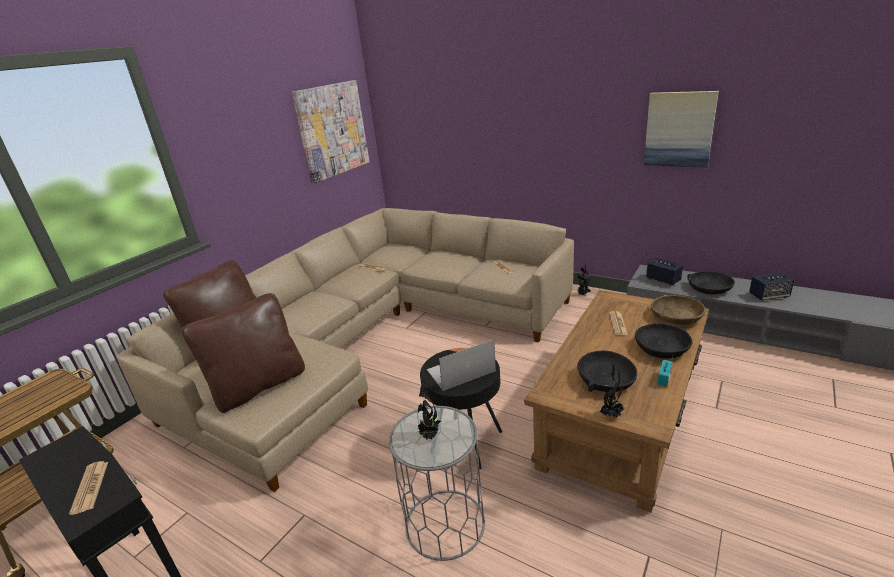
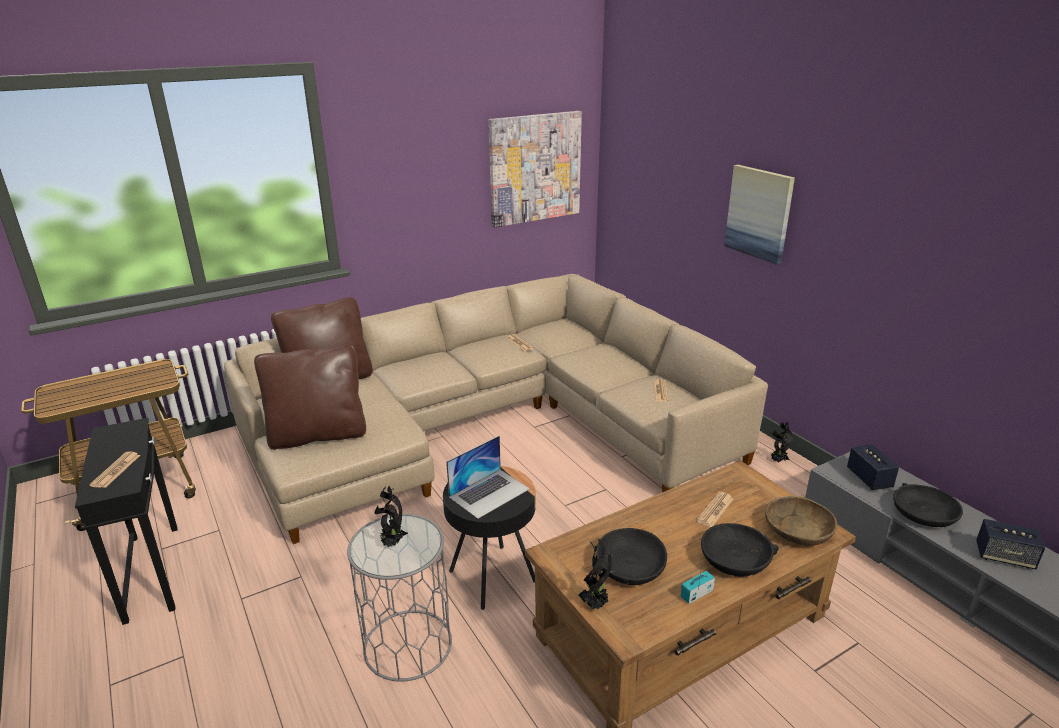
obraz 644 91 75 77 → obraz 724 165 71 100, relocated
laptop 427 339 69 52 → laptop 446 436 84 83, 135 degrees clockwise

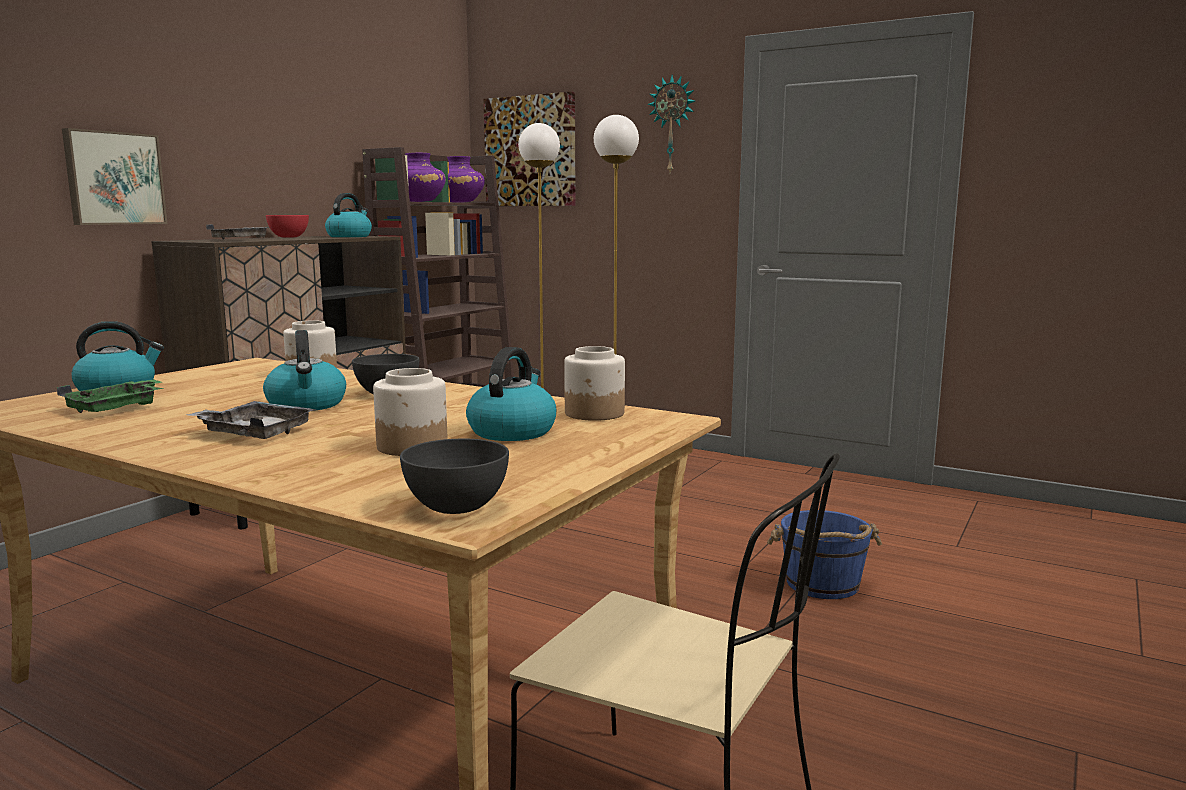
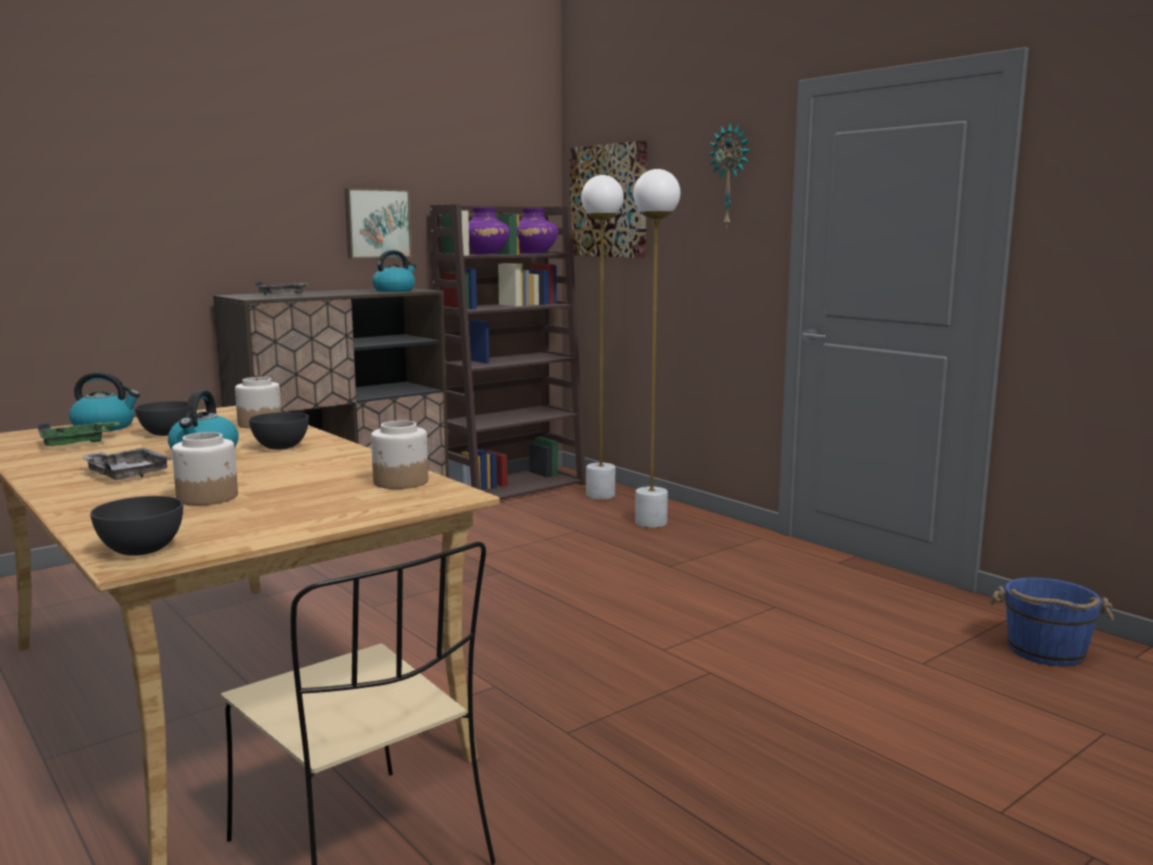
obraz 62 128 105 97 → obraz 344 188 68 71, relocated
miska/czerwony 266 215 43 23 → -
czajnik 466 347 91 94 → -
wiadro/niebieski 767 510 115 89 → wiadro/niebieski 989 577 125 89, relocated
- → miska/szary 135 401 53 35

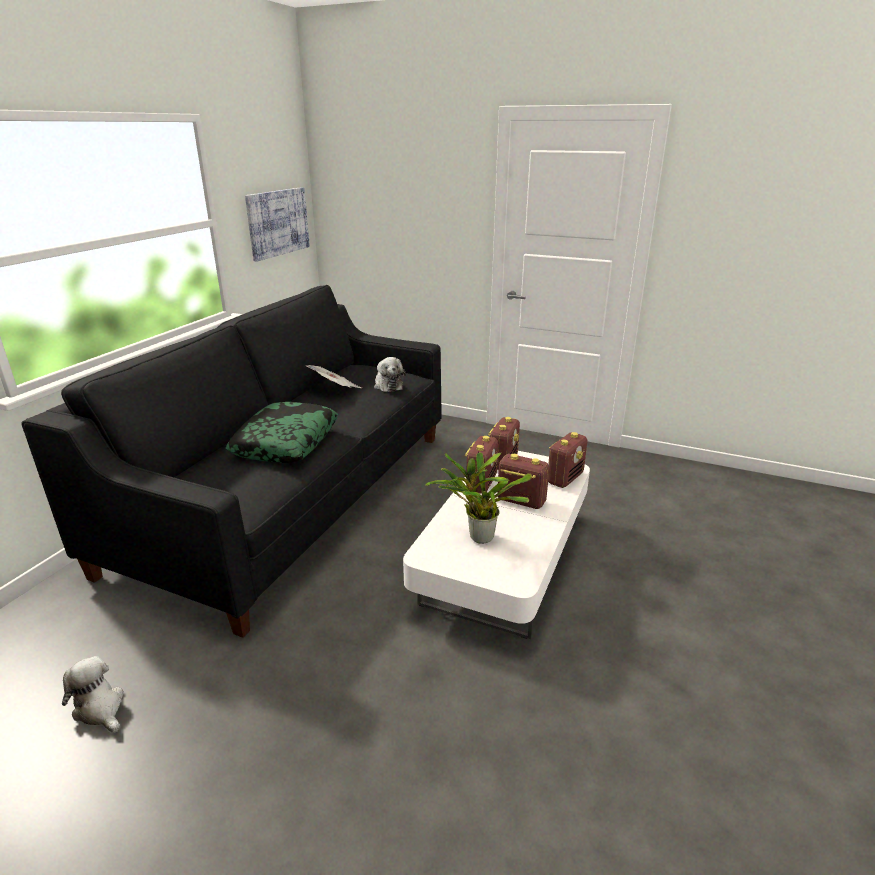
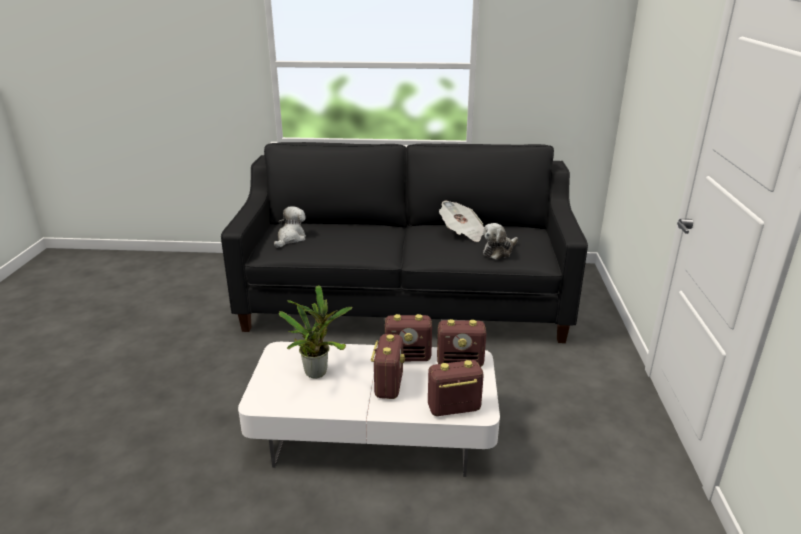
obraz 245 187 65 75 → -
poduszka 226 402 112 61 → -
radio 548 432 39 56 → radio 428 360 56 56, 150 degrees clockwise
pluszak 62 656 62 77 → pluszak 274 206 32 42, relocated

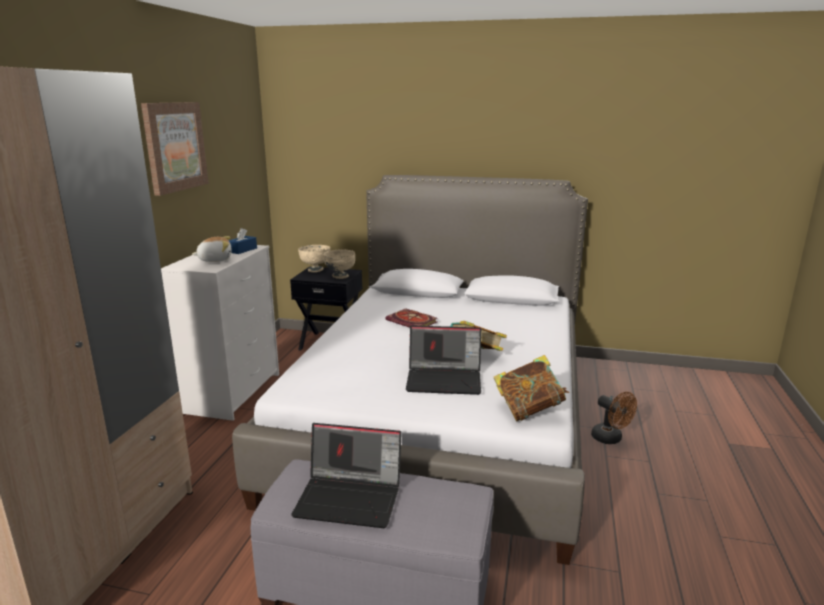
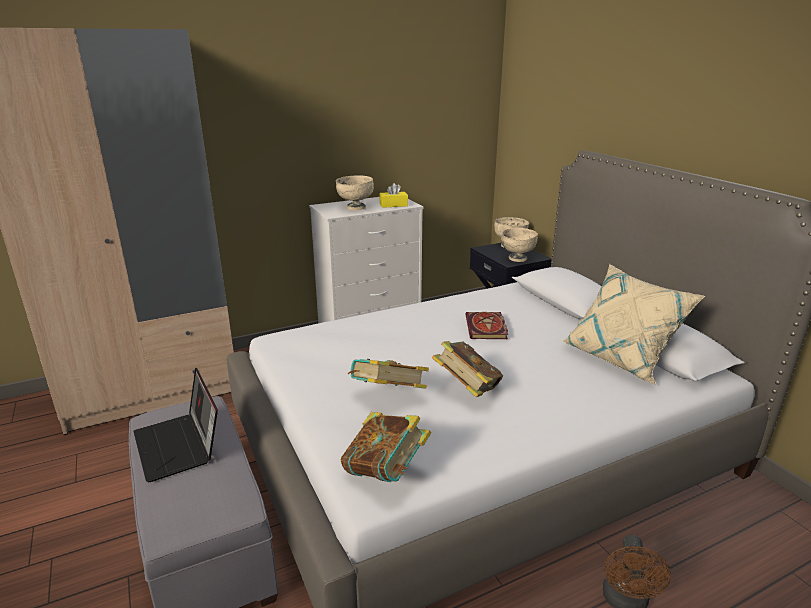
obraz 141 102 68 94 → -
pudełko chusteczek/niebieski 229 228 28 26 → pudełko chusteczek/żółty 379 183 29 25
pluszak 192 236 40 26 → miska/beżowy 336 175 38 35
laptop 406 325 75 70 → książka 348 359 81 30
- → poduszka/beżowy 562 264 143 121

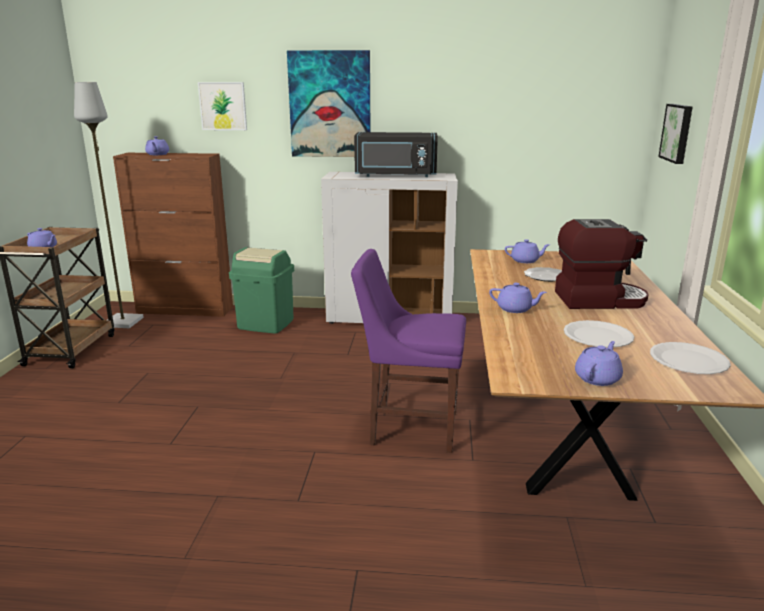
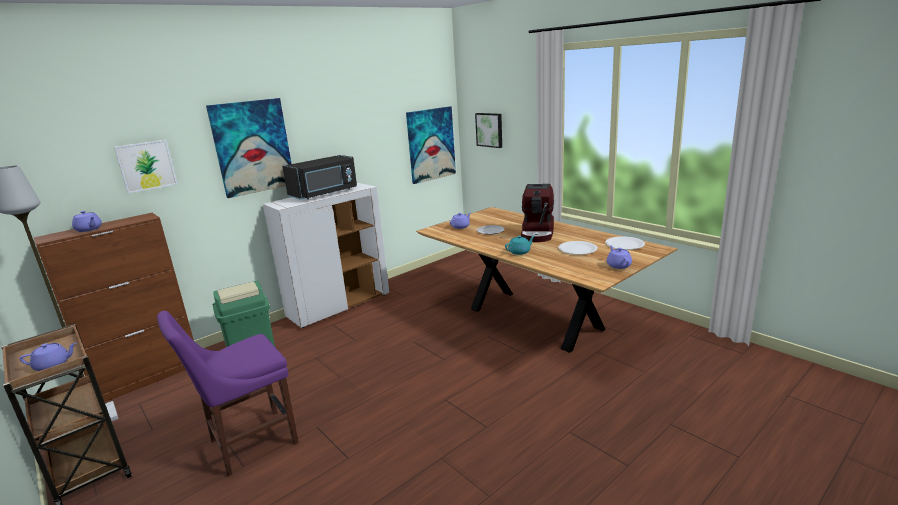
ekspres do kawy 555 219 93 90 → ekspres do kawy 521 184 33 58, 150 degrees clockwise
krzesło/fioletowy 351 249 115 204 → krzesło/fioletowy 157 311 142 165, relocated
imbryk/fioletowy 489 283 58 30 → imbryk/turkusowy 505 236 30 19
- → obraz 406 106 50 78

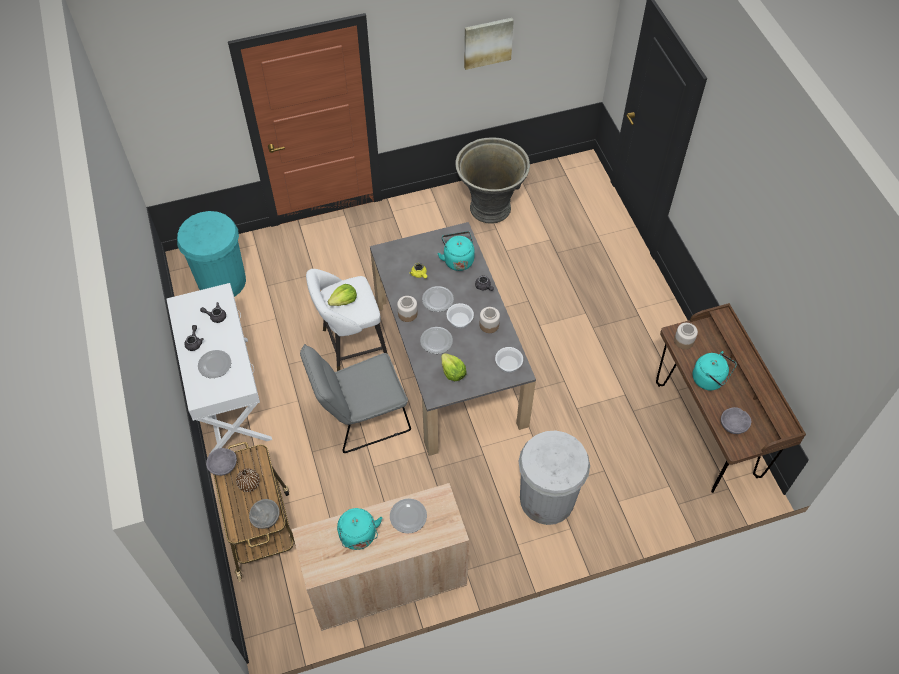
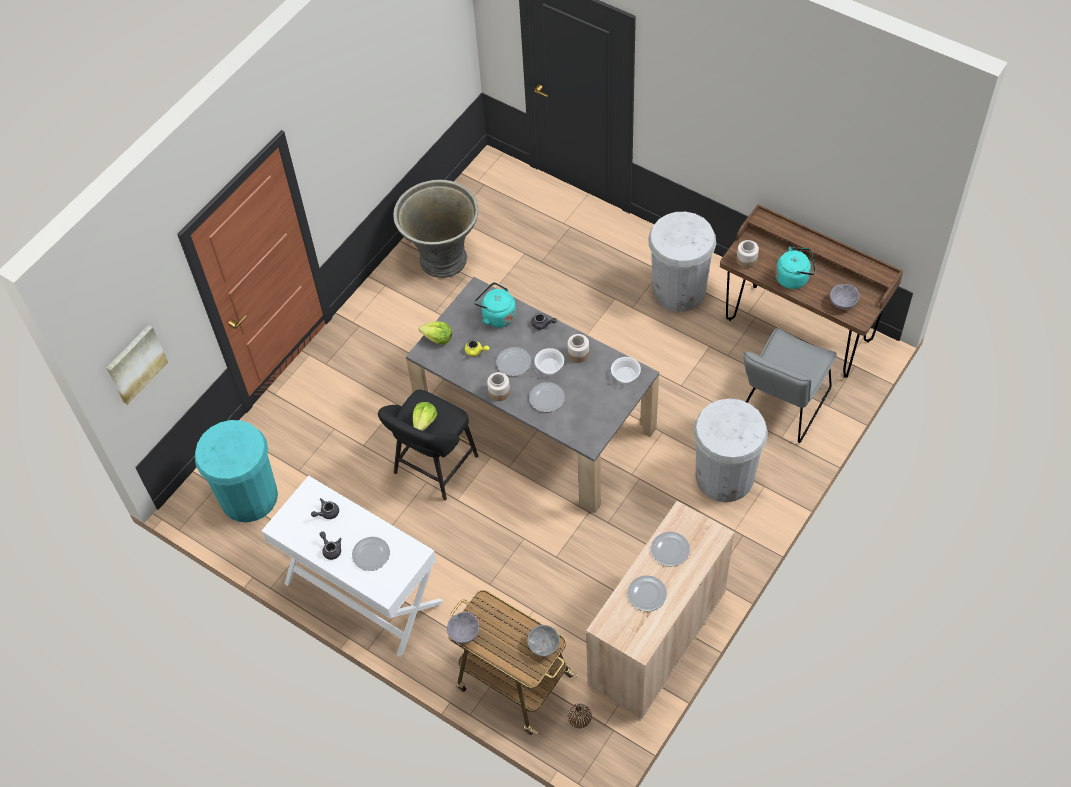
obraz 464 18 50 52 → obraz 107 325 61 80, relocated
stołek/biały 306 269 82 102 → stołek/czarny 378 389 100 112
krzesło/szary 300 344 111 109 → krzesło/szary 743 328 94 115, relocated
sałata 441 353 26 28 → sałata 419 321 33 24, relocated
wazon/brązowy 236 468 24 24 → wazon/brązowy 568 703 24 25, relocated
czajnik/turkusowy 337 508 45 42 → talerz 627 575 40 37
- → kosz na śmieci/biały 648 212 68 100

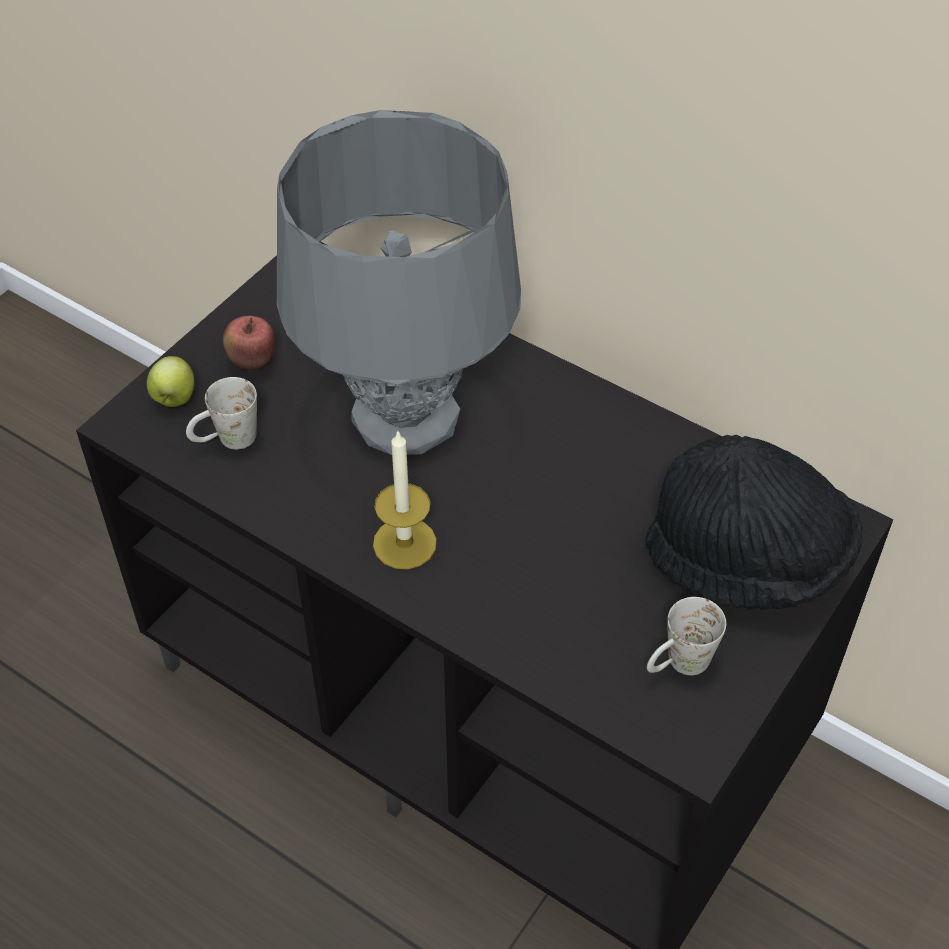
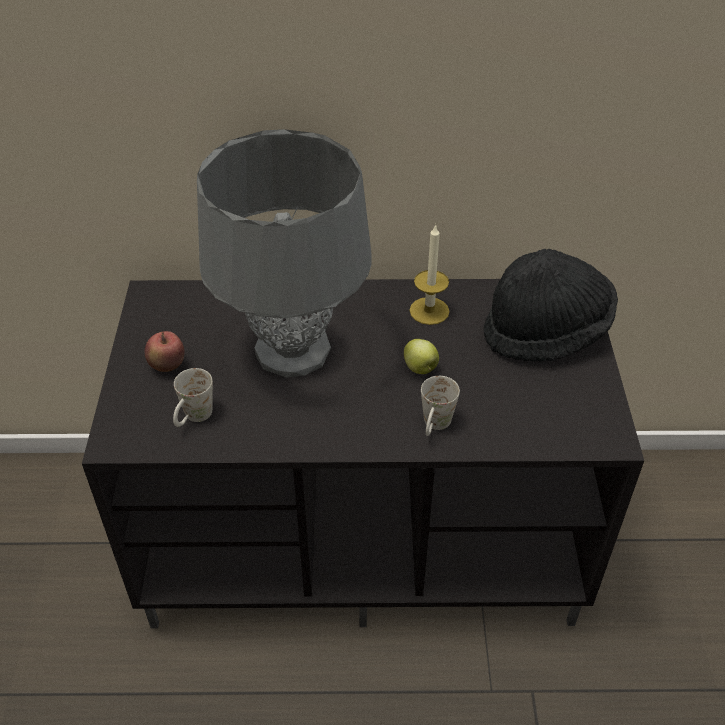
jabłko 147 356 47 51 → jabłko 404 339 35 35, relocated
świeca 373 432 64 137 → świeca 409 224 41 101, relocated
kubek/biały 647 597 79 78 → kubek/biały 421 376 39 60, relocated

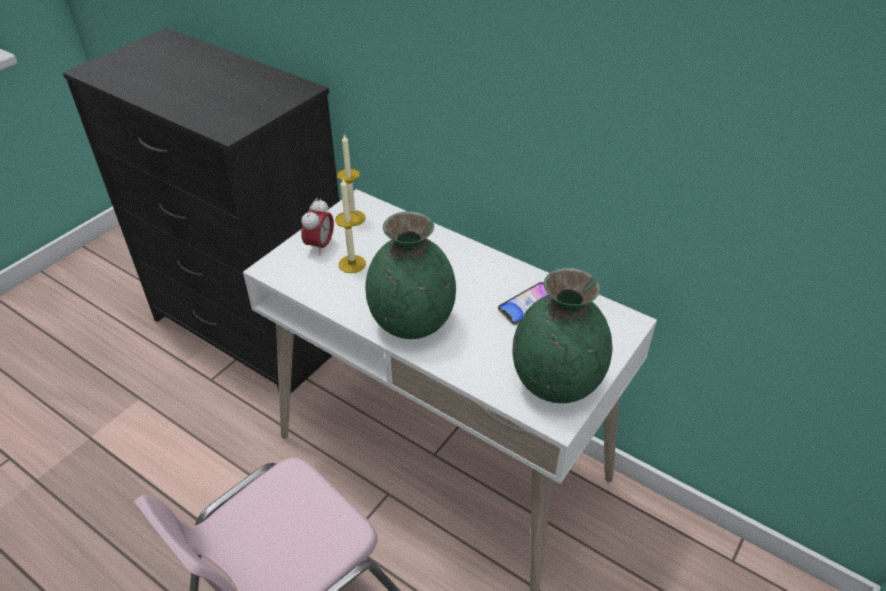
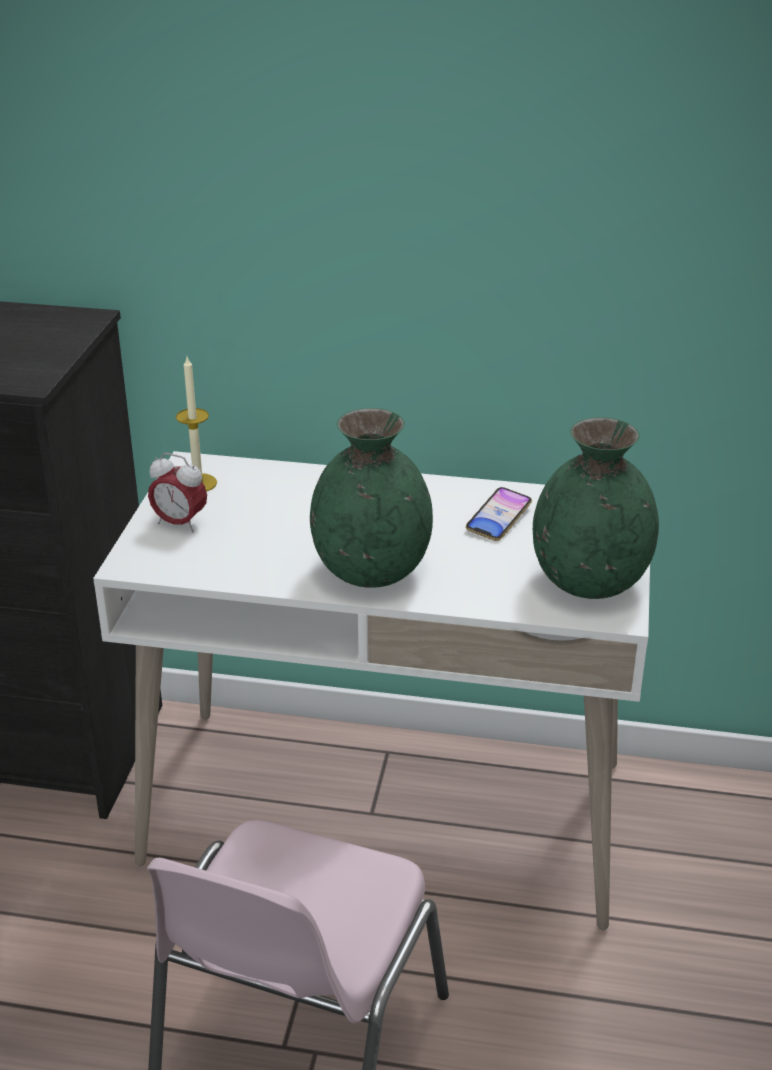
świeca 335 178 31 95 → -
budzik 301 198 33 58 → budzik 148 453 59 79, 120 degrees clockwise

